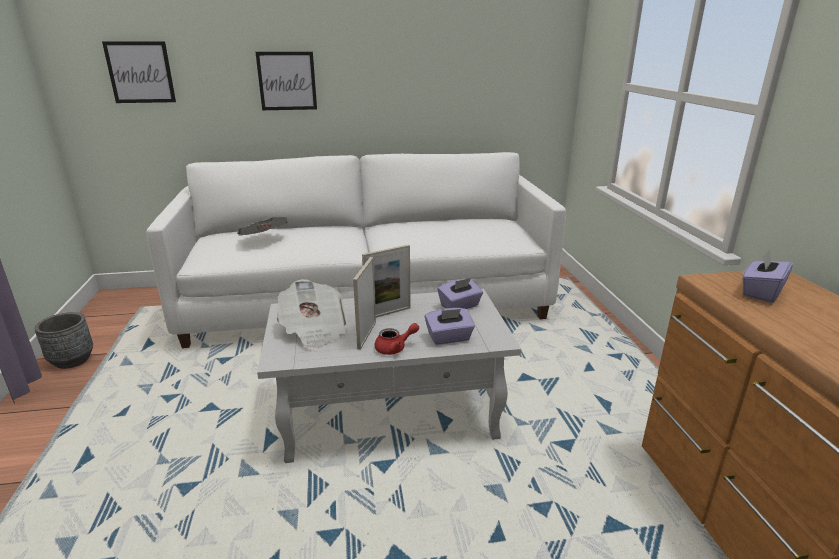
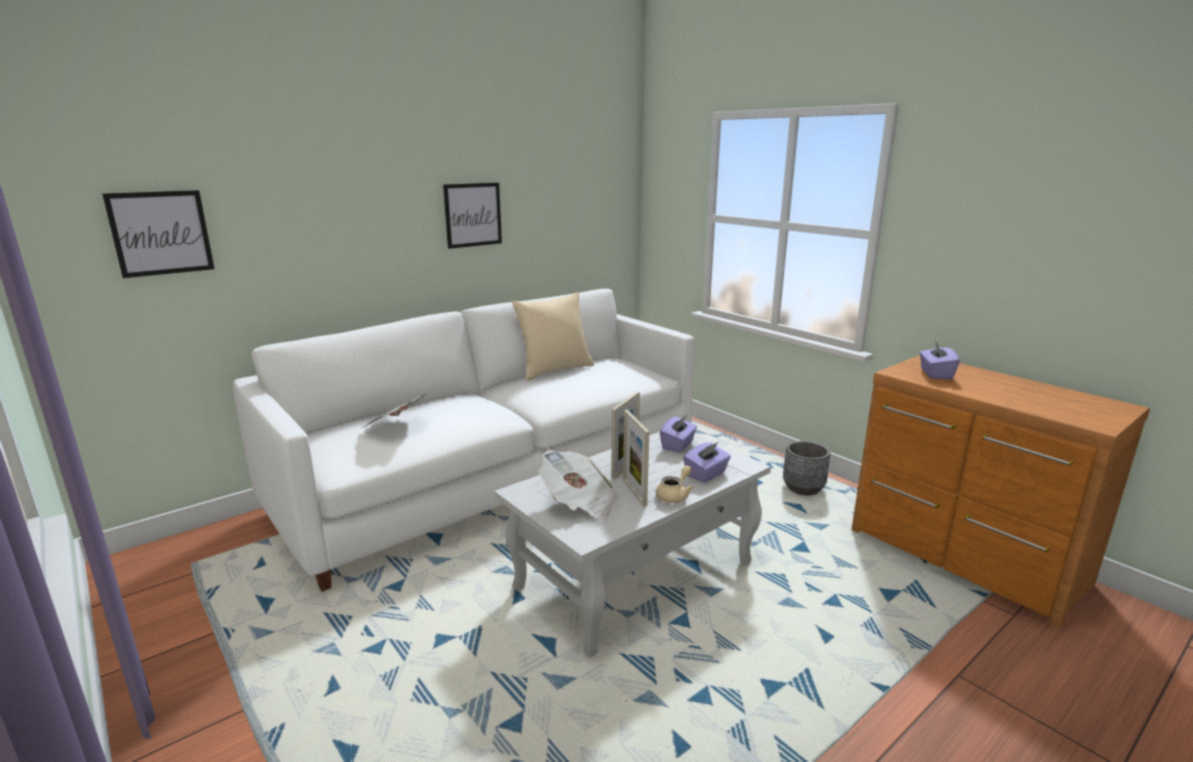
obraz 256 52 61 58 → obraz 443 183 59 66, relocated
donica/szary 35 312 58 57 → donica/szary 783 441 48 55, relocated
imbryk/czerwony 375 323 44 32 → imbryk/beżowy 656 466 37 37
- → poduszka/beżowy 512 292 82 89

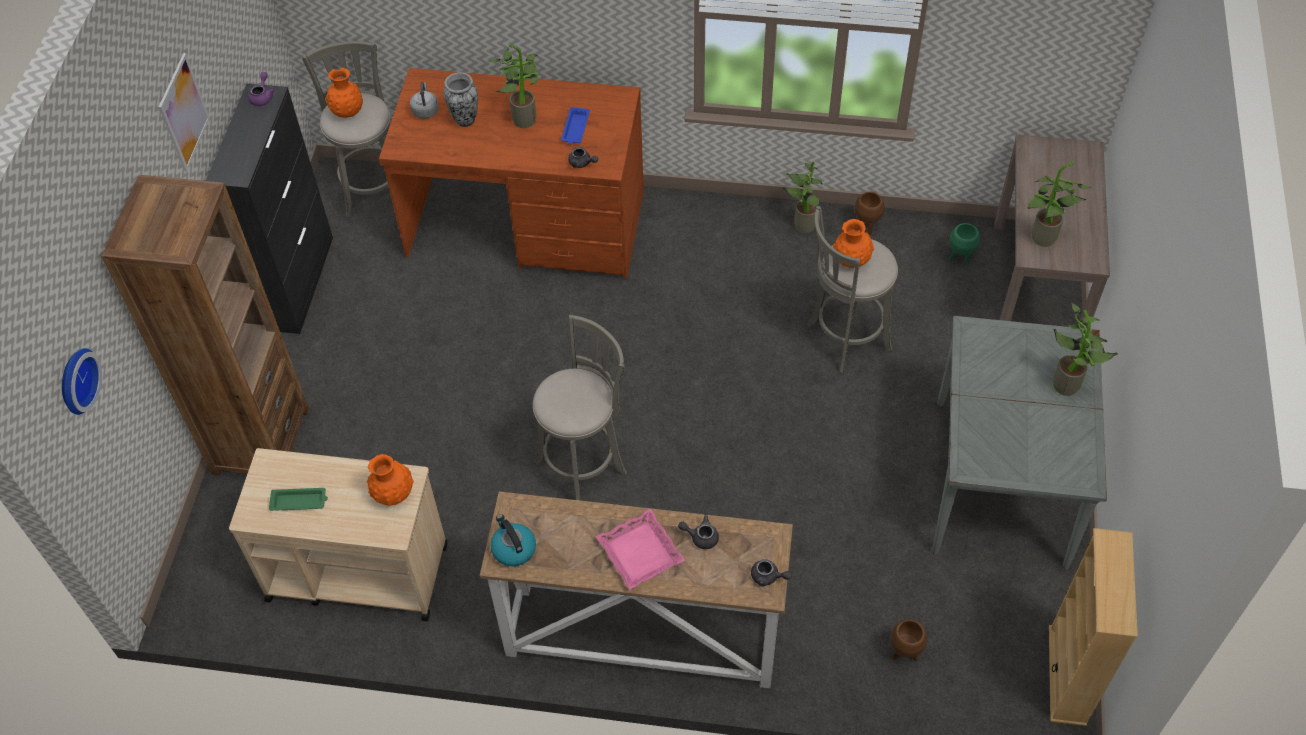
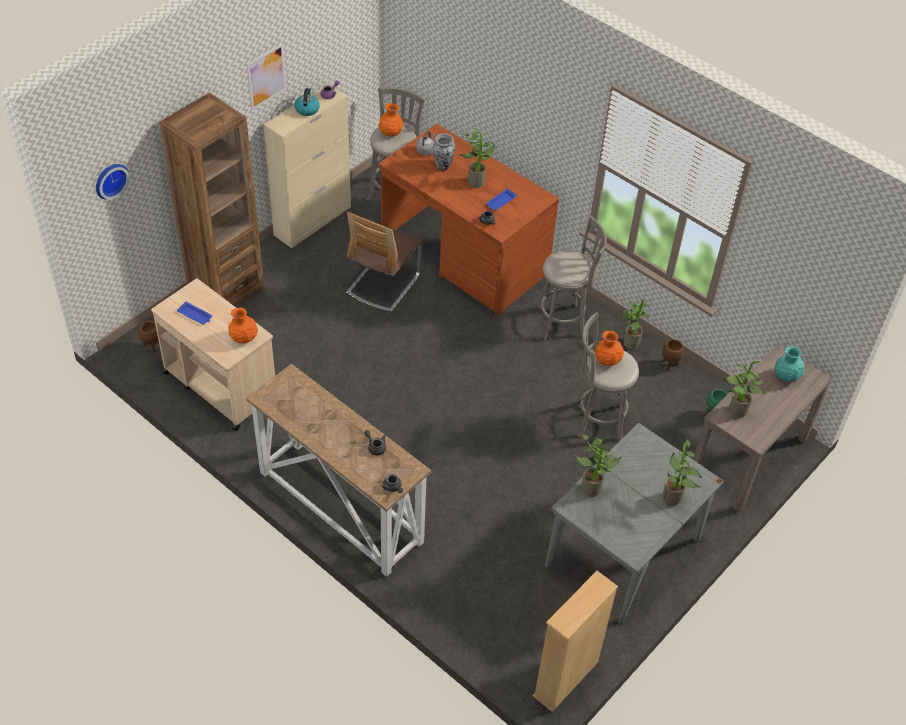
szafka/czarny 206 83 127 251 → szafka/beżowy 263 84 88 164
stołek/szary 533 315 94 185 → stołek/szary 538 216 69 125, relocated
taca/zielony 269 488 59 23 → taca/niebieski 177 302 35 23
taca/różowy 595 508 90 82 → -
czajnik 490 514 46 52 → czajnik 295 88 25 28, relocated
donica/brązowy 890 619 37 42 → donica/brązowy 138 321 21 32, relocated
- → krzesło 346 212 76 100
- → wazon/turkusowy 774 346 31 36
- → roślina doniczkowa 574 434 48 63

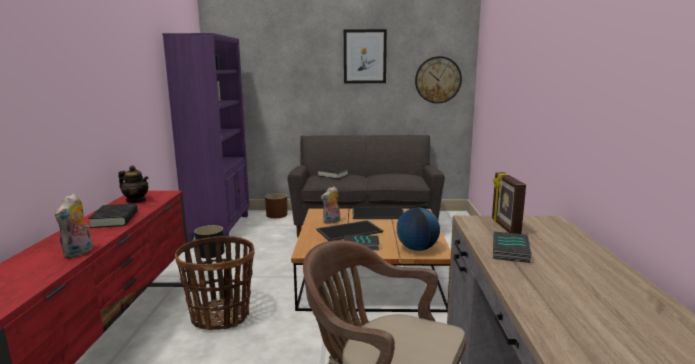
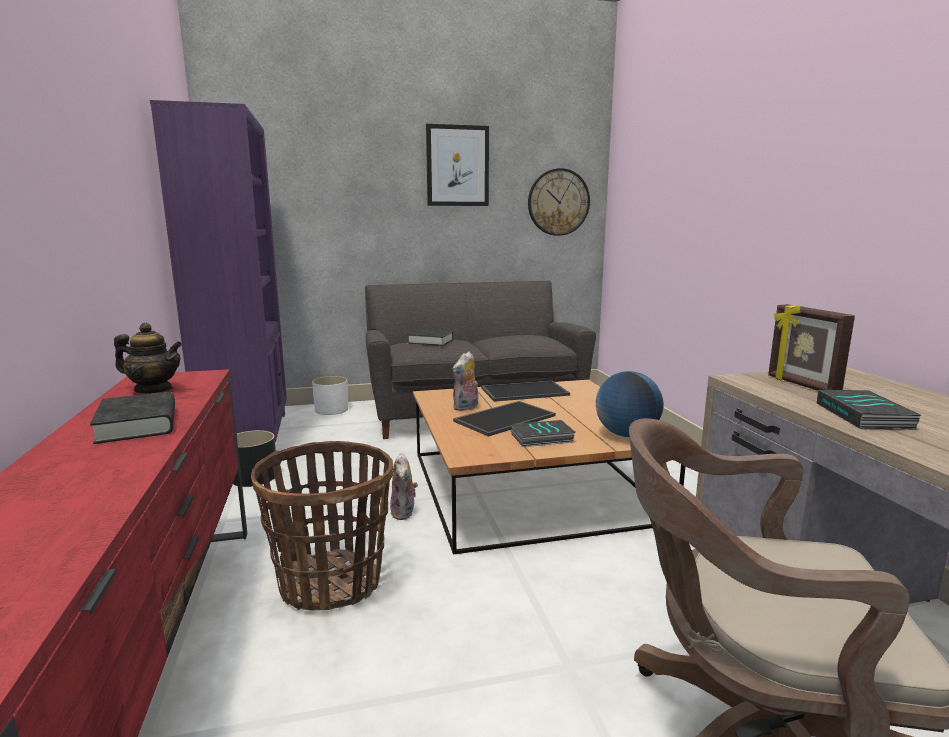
pluszak 55 193 38 65 → pluszak 390 453 28 67, relocated
donica/brązowy 265 193 23 25 → donica/biały 312 376 36 39

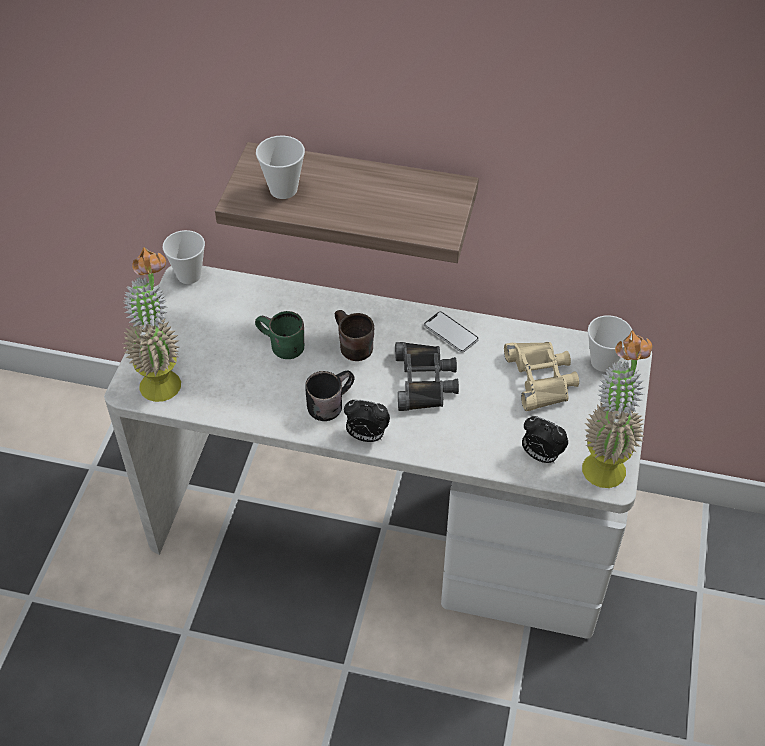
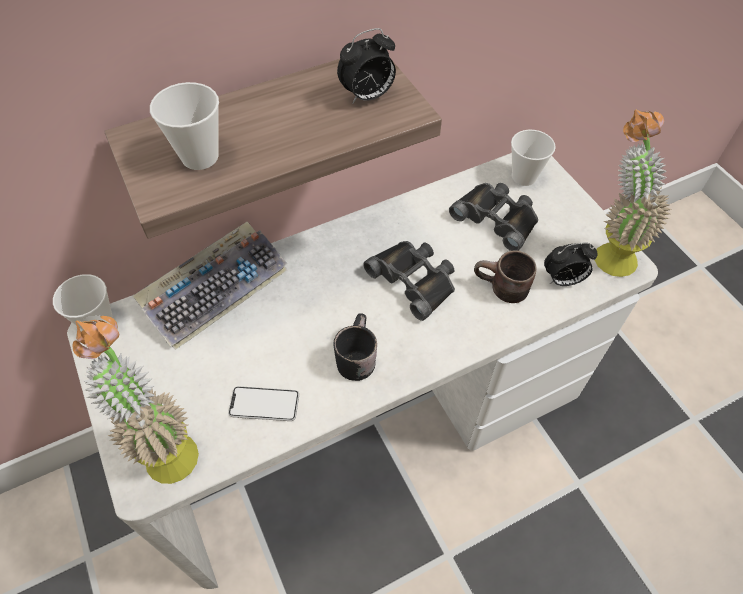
kubek/brązowy 335 310 39 51 → kubek/brązowy 474 250 63 53, relocated
kubek/zielony 255 311 49 48 → -
telefon 424 311 55 42 → telefon 228 386 71 35, relocated
lornetka/beżowy 504 342 75 69 → lornetka/czarny 449 183 89 68
budzik 344 400 46 42 → budzik 337 28 59 76, relocated
- → klawiatura 133 222 155 128

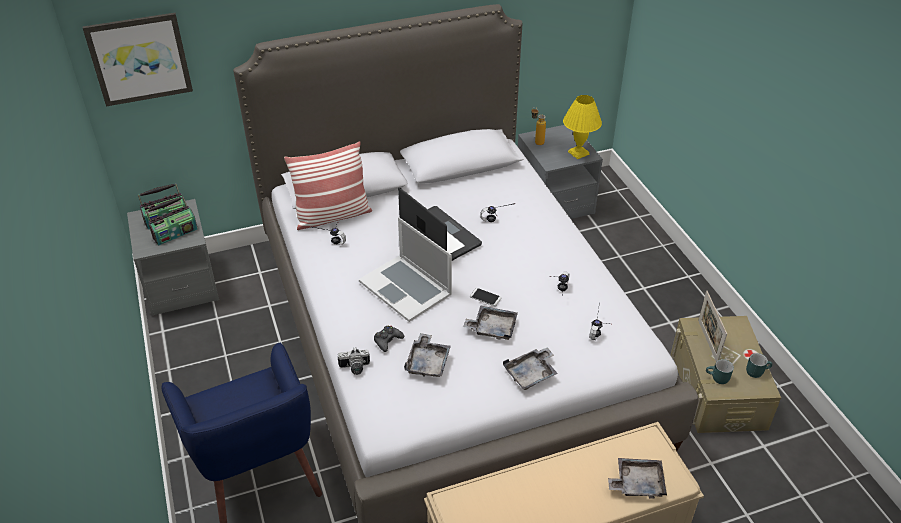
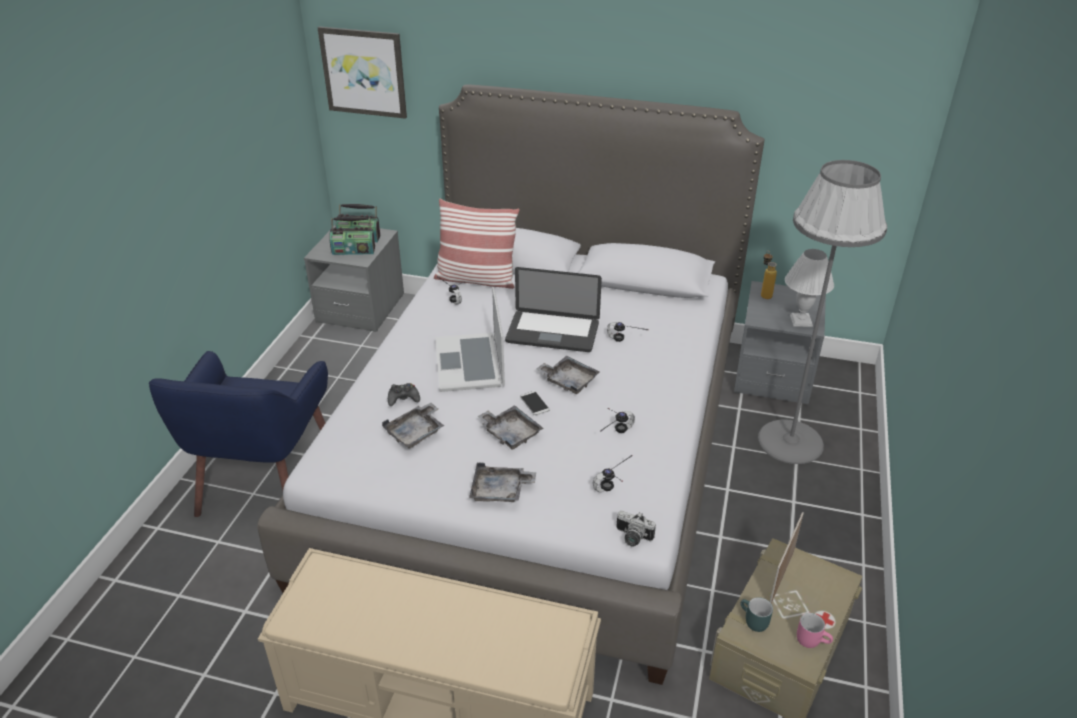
lampa stołowa/żółty 563 95 39 64 → lampa stołowa/biały 785 249 49 78
laptop 398 187 84 74 → laptop 505 267 97 85, 105 degrees clockwise
aparat fotograficzny 338 348 32 27 → aparat fotograficzny 616 510 40 37, relocated
kubek/turkusowy 746 353 27 25 → kubek/różowy 797 613 36 35
taca/szary 608 458 59 41 → taca/szary 537 356 63 38, relocated
- → lampa stojąca/szary 758 160 129 304

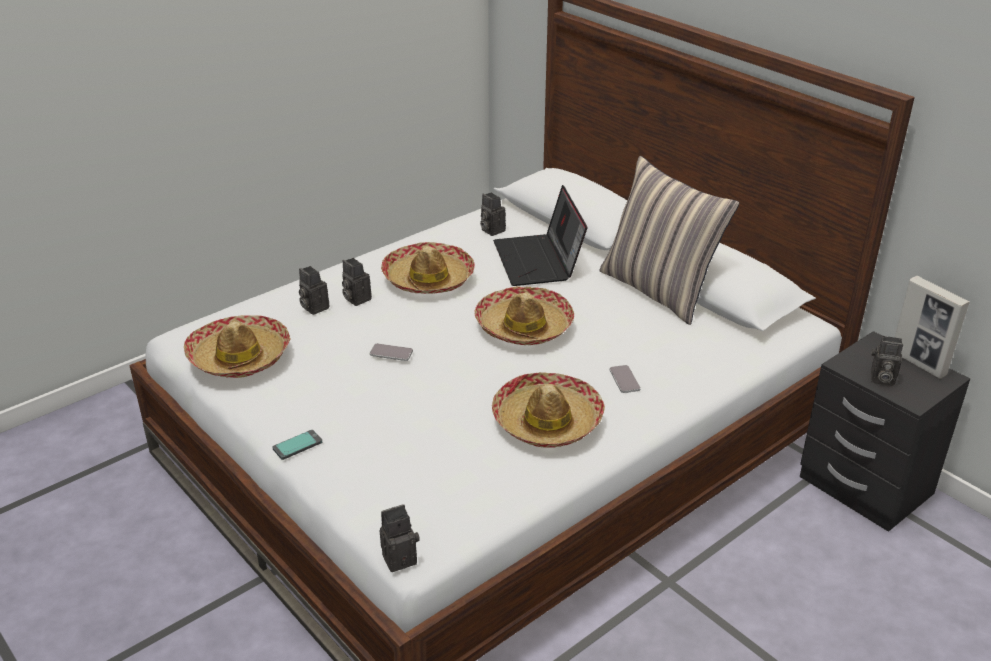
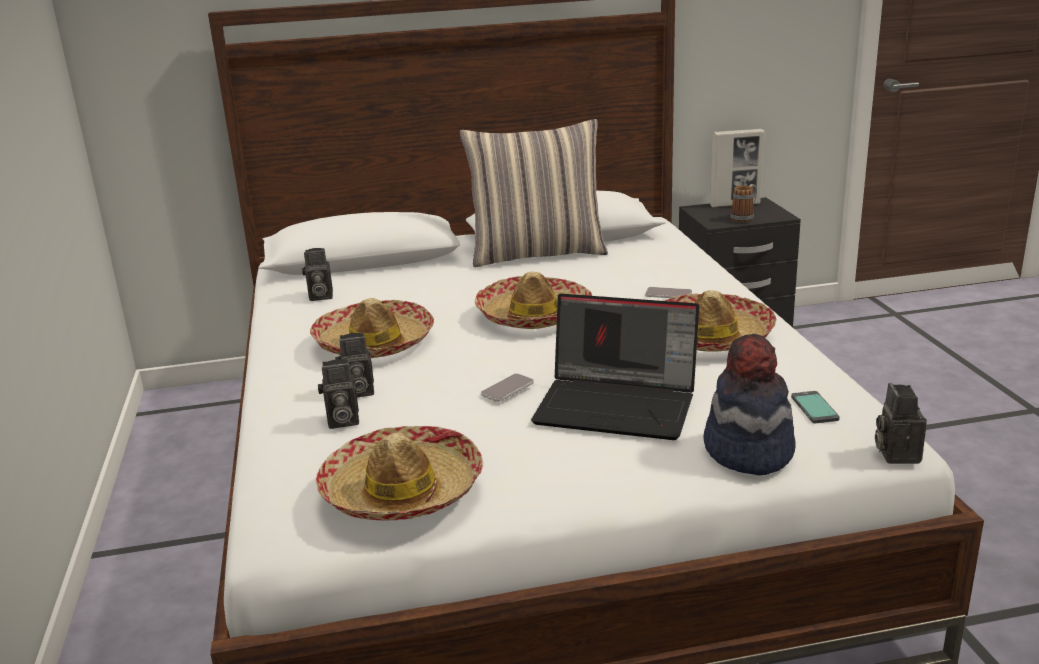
laptop 493 185 94 101 → laptop 531 294 168 146, relocated
aparat fotograficzny 871 336 32 50 → kubek 730 184 27 39
telefon 273 430 49 30 → telefon 791 391 49 33, relocated
- → kapelusz 704 334 92 141

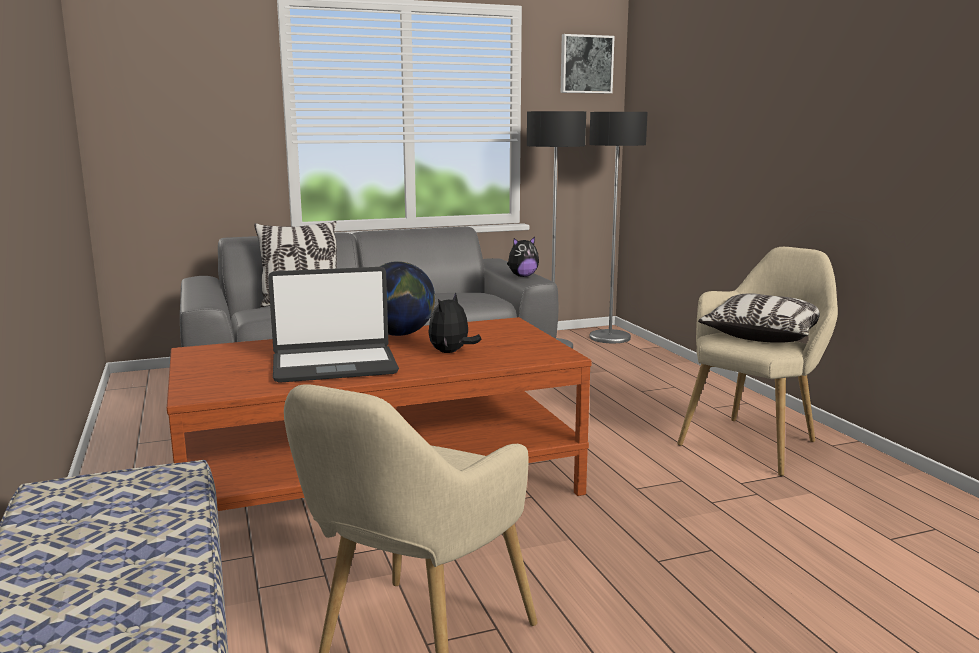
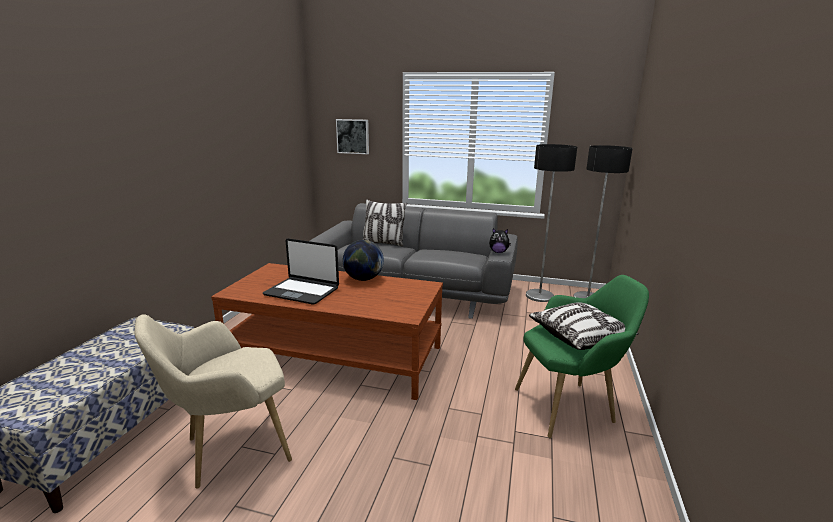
obraz 561 34 54 59 → obraz 336 119 33 35, relocated
fotel/beżowy 677 247 161 229 → fotel/zielony 515 275 134 163
pluszak 428 292 54 61 → -

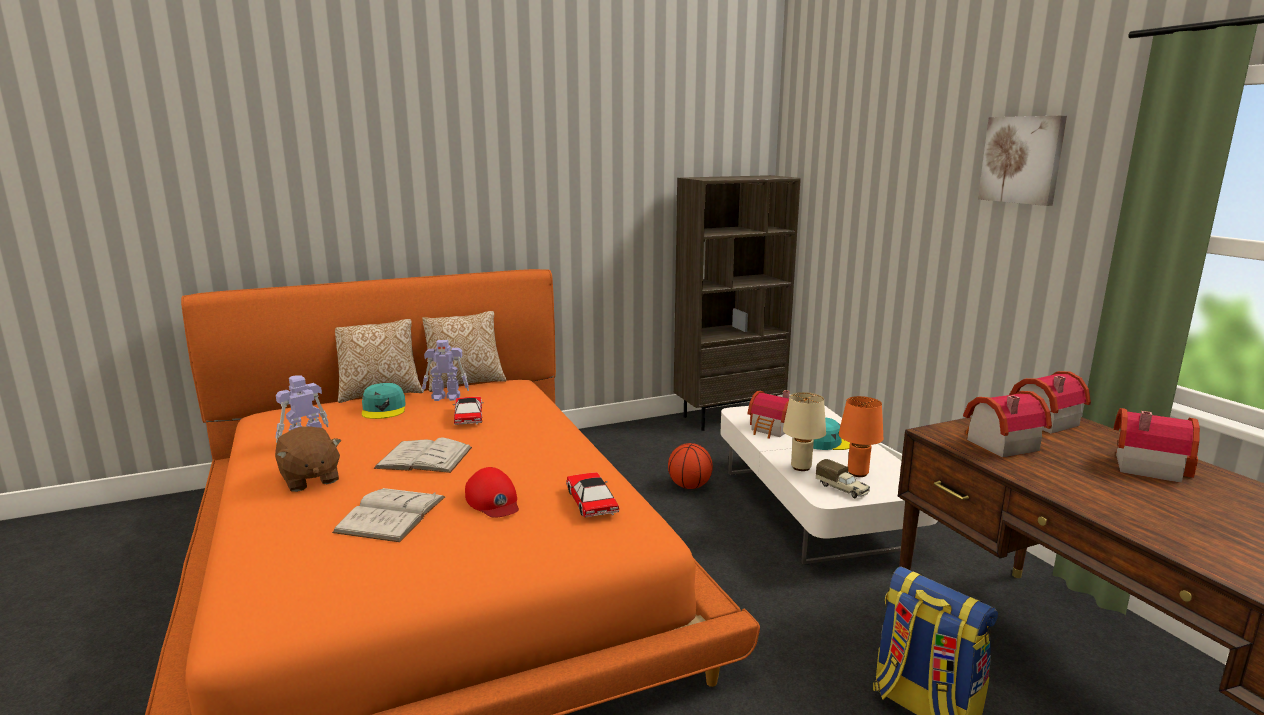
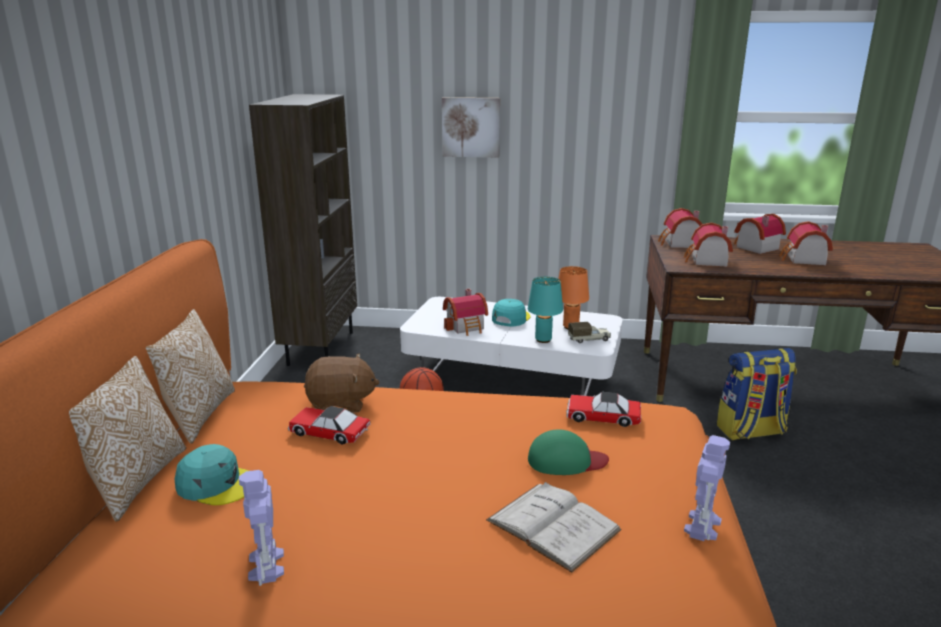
obraz 978 115 89 91 → obraz 442 97 58 61, relocated
robot zabawkowy 422 340 47 61 → robot zabawkowy 684 435 46 106, relocated
lampa stołowa/beżowy 783 392 43 79 → lampa stołowa/turkusowy 528 277 35 66
pluszak/brązowy 275 426 66 66 → pluszak/brązowy 304 353 76 60, relocated
książka/biały 374 438 98 35 → -
czapka z daszkiem/czerwony 465 467 54 51 → czapka z daszkiem/zielony 528 429 81 46
- → domek 779 221 54 44

